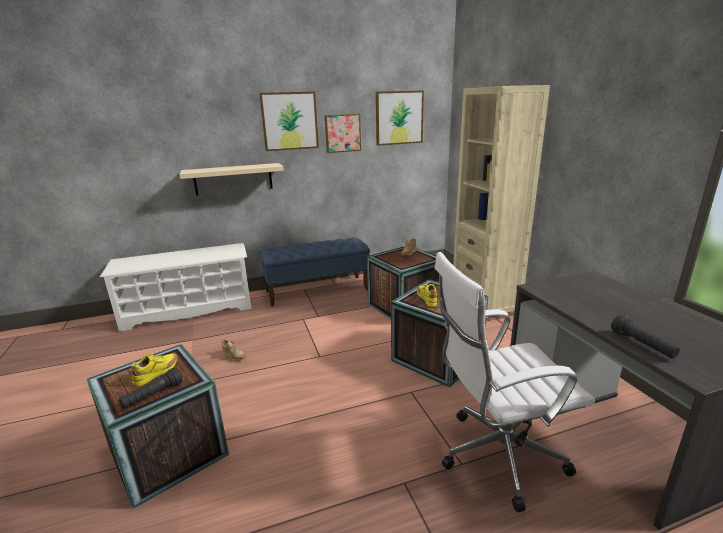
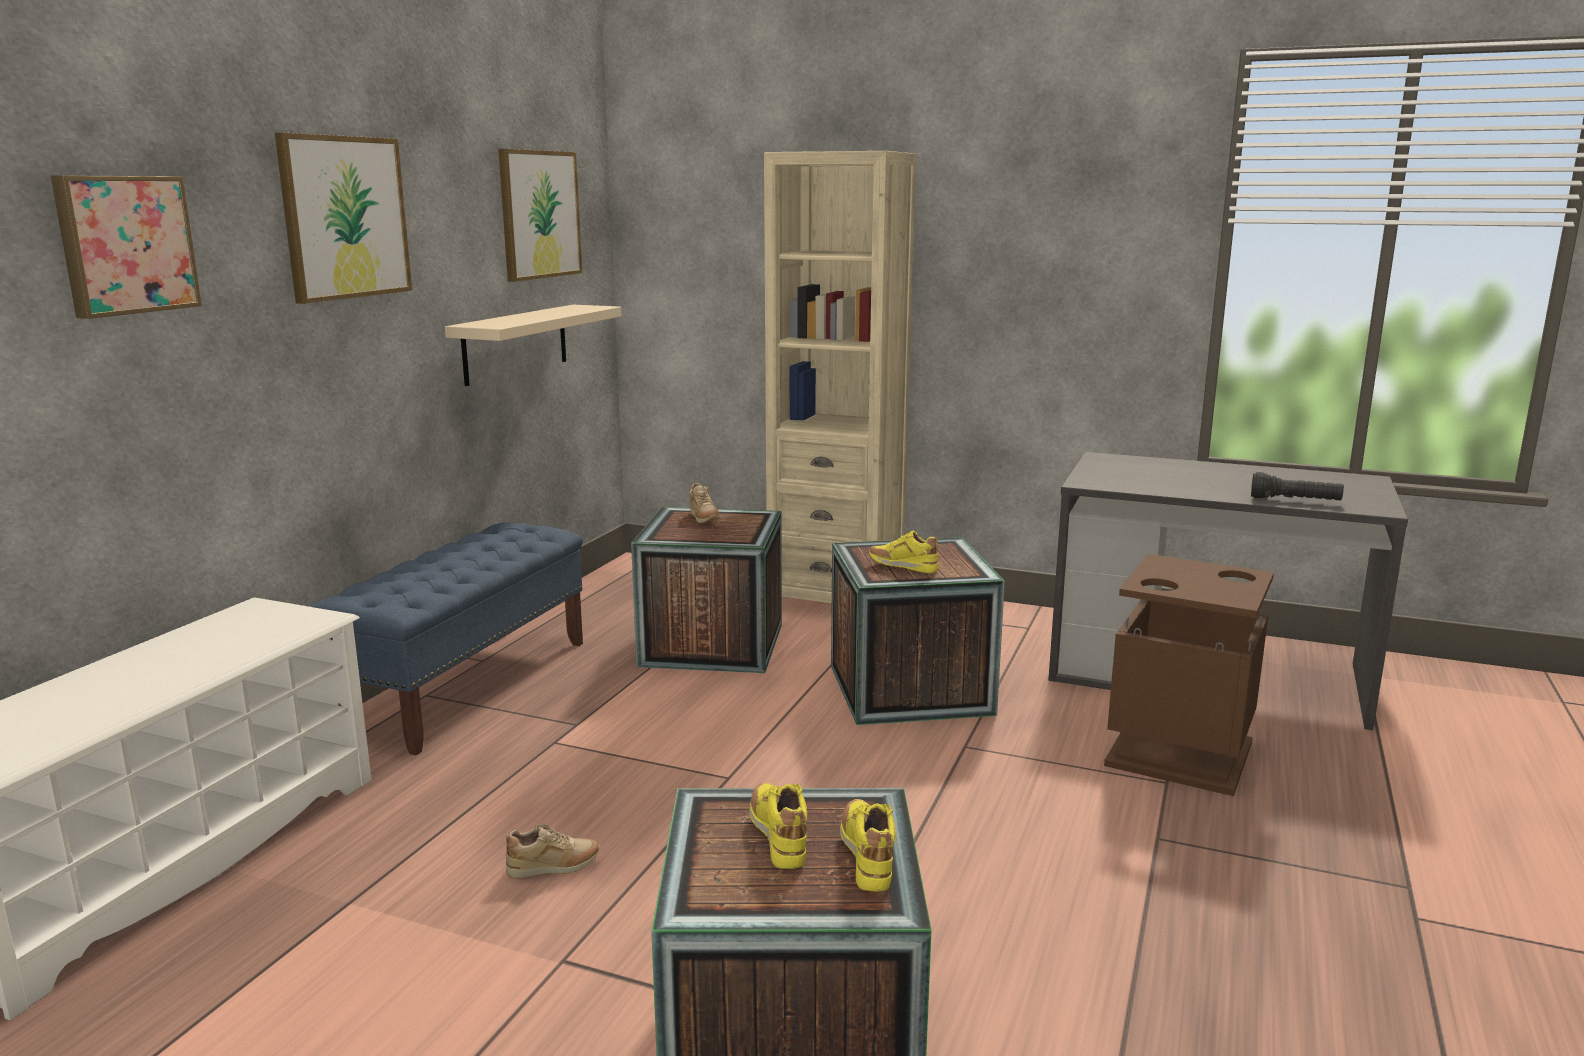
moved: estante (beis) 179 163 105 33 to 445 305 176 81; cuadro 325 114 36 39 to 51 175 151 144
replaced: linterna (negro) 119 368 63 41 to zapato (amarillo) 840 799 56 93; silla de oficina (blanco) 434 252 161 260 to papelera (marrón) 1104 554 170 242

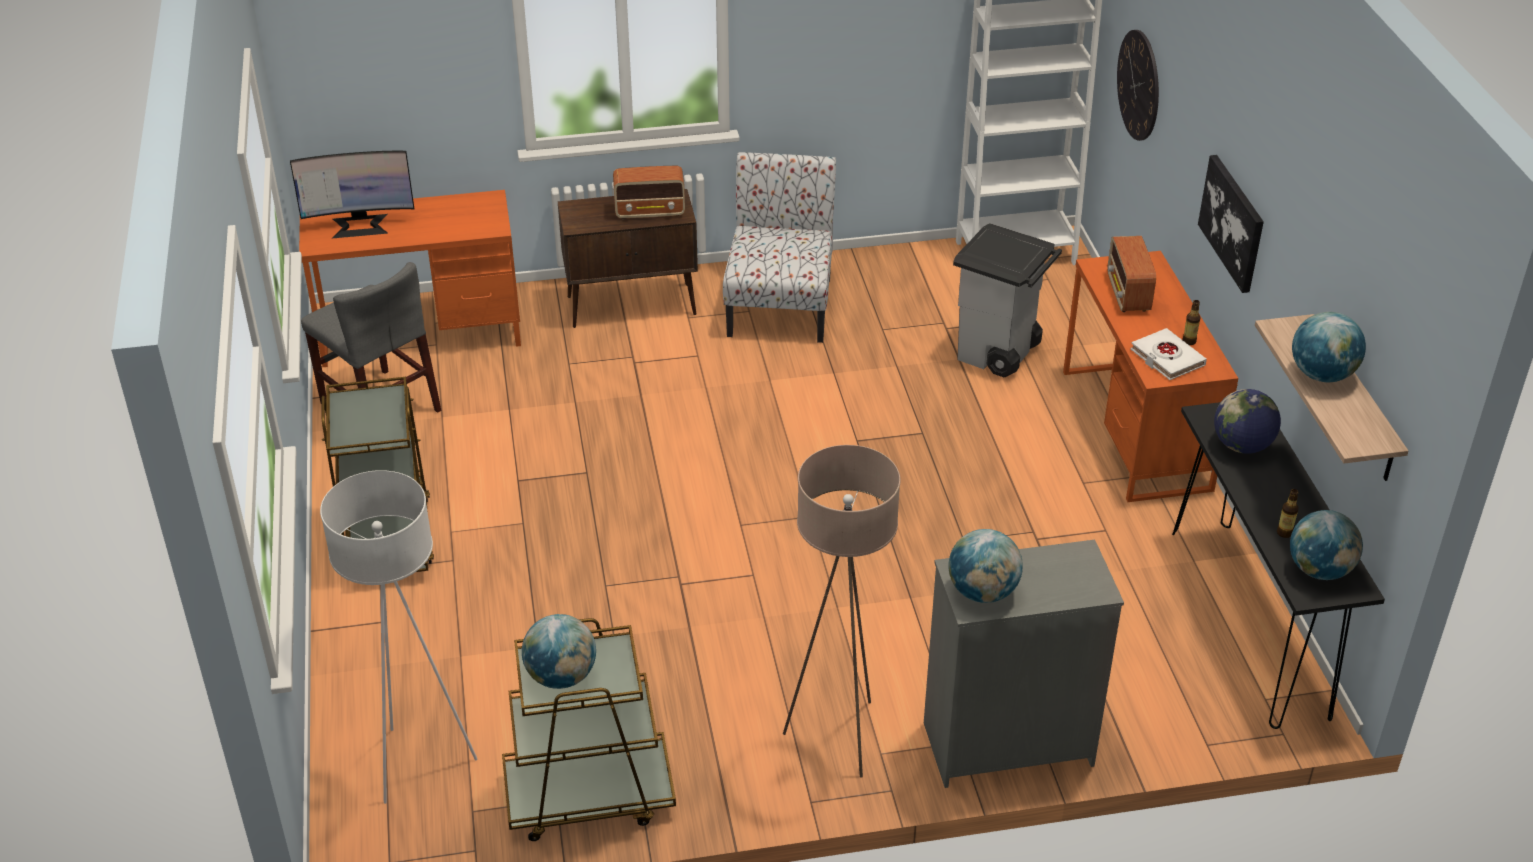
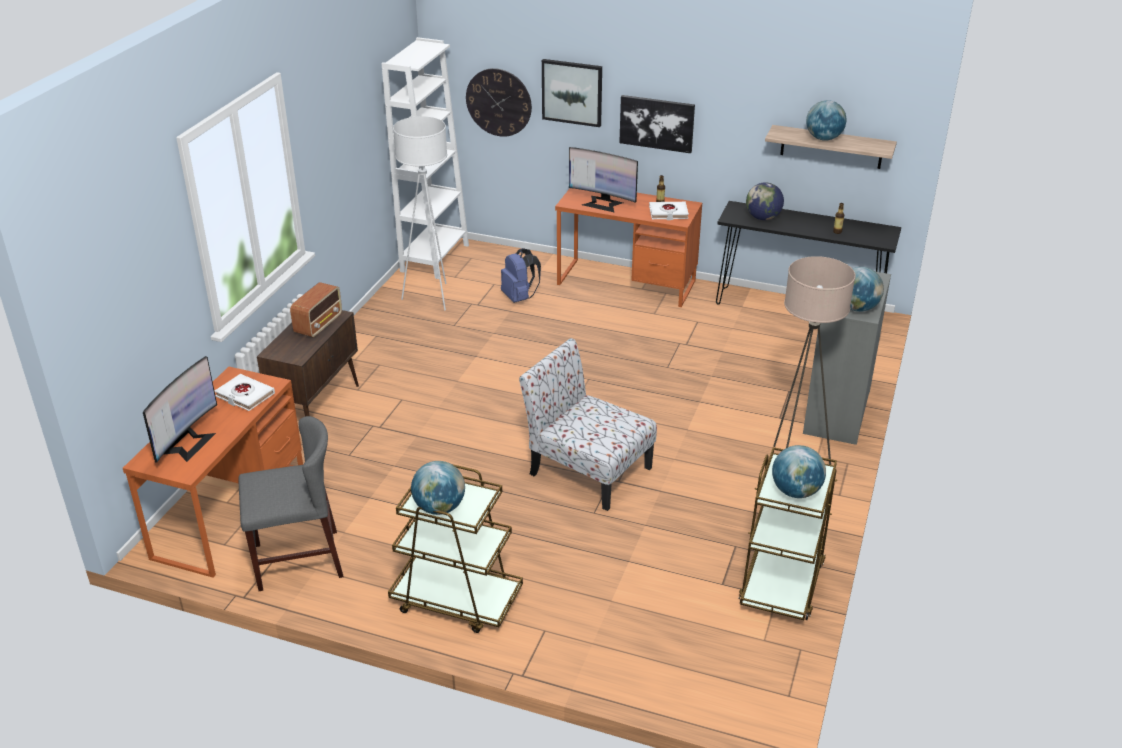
added: libro (blanco) 215 374 60 37; cuadro 542 59 60 68
moved: lámpara de pie (blanco) 320 470 157 334 to 393 116 54 195; silla 723 152 113 191 to 519 338 138 173; globo terráqueo 1290 510 73 70 to 411 461 54 54
replaced: papelera (gris) 953 223 109 154 to mochila (azul) 501 248 40 55; radio 1107 236 49 76 to monitor 569 147 69 65

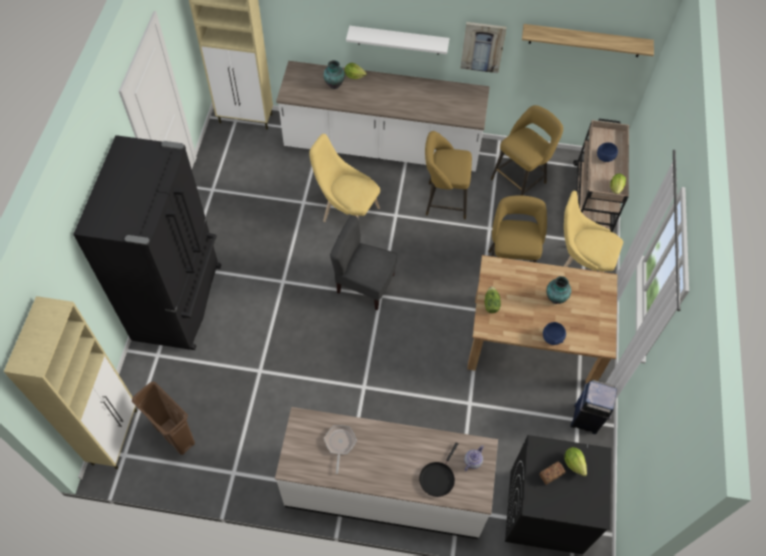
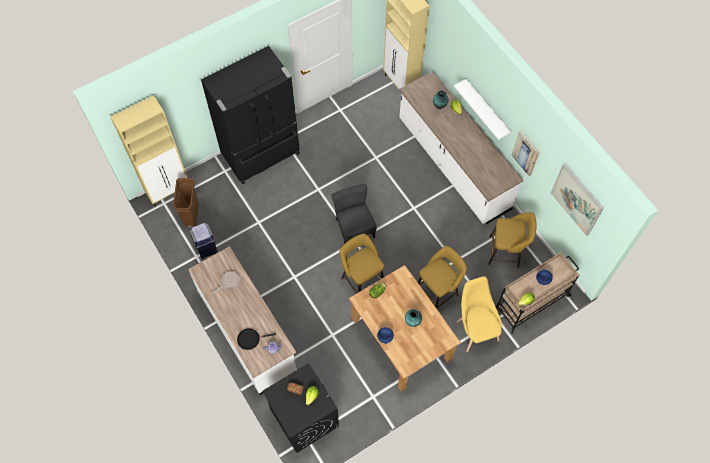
removed: silla (amarillo) 309 134 71 88
moved: taburete (amarillo) 425 131 47 88 to 340 234 44 60; papelera (azul) 570 380 47 54 to 189 222 29 37
replaced: estante 522 24 132 33 to cuadro 551 163 53 73

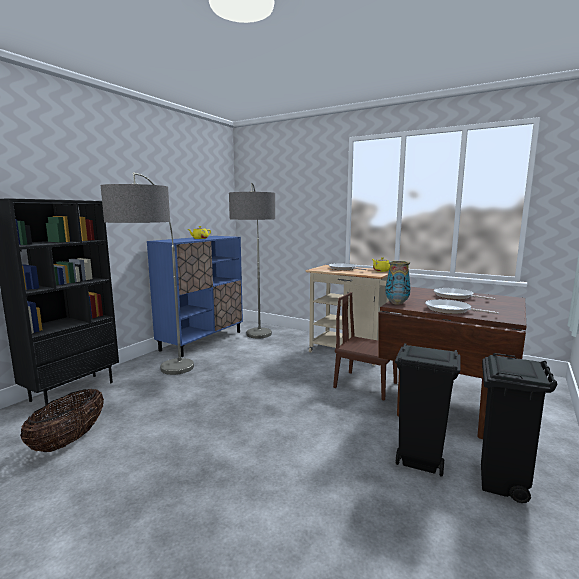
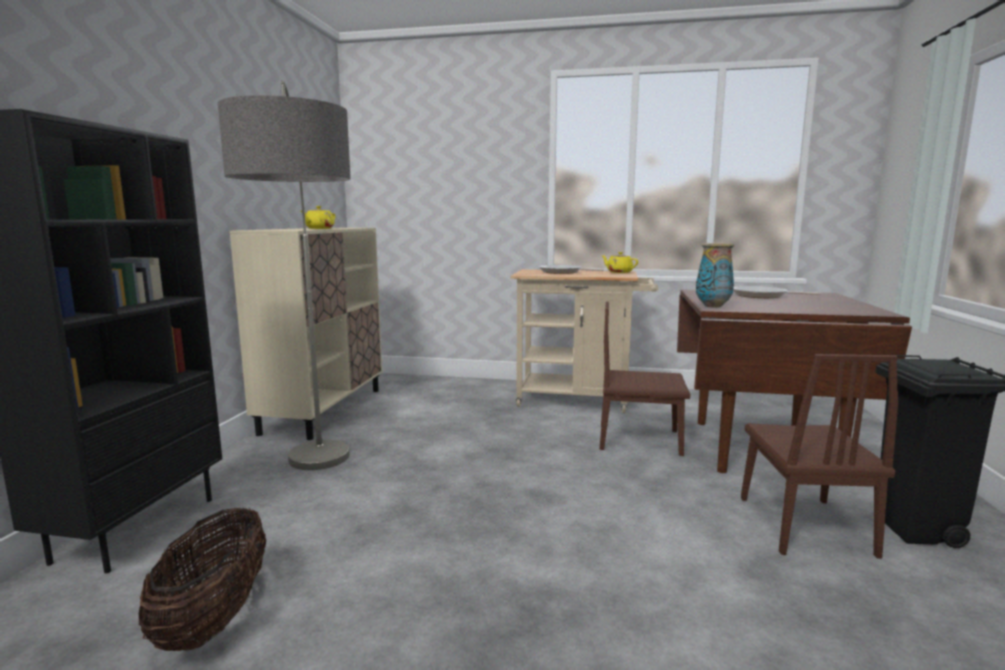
removed: lámpara de pie 229 183 46 155; sartén 425 299 74 15
replaced: papelera (negro) 395 343 65 134 to silla (marrón) 741 354 157 205
recoloured: armario (azul) 147 236 96 121 to armario (beis) 230 228 152 212

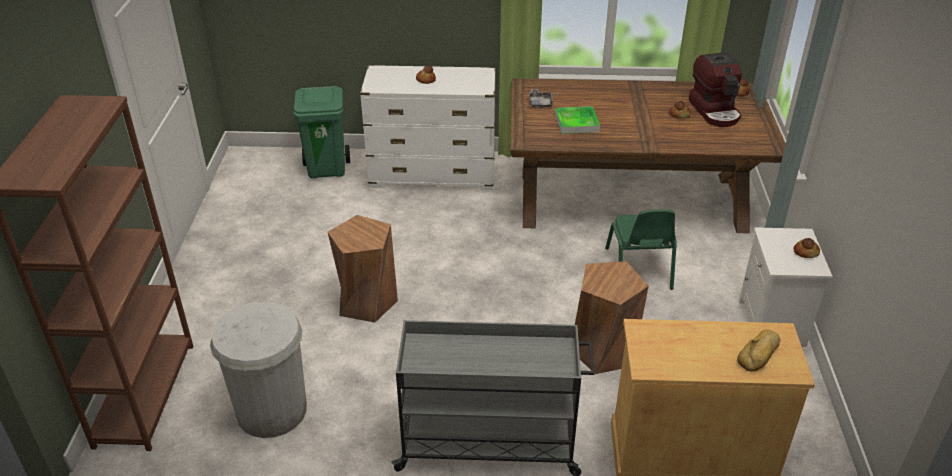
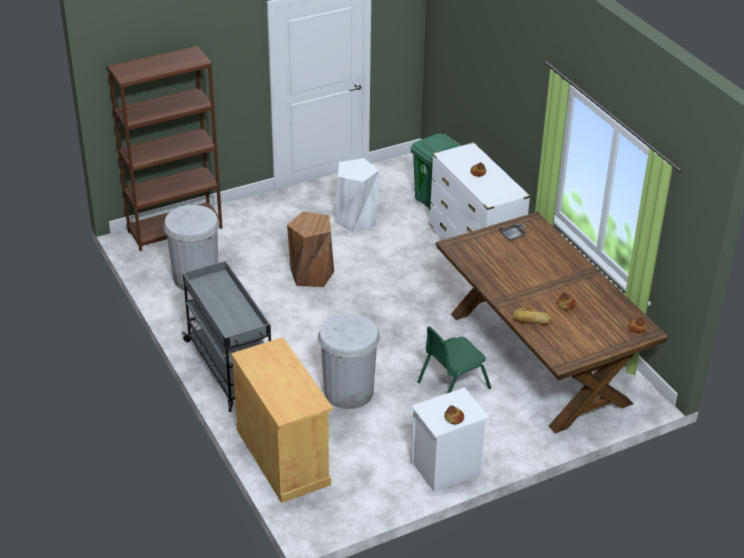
removed: bandeja 555 106 45 28; cafetera 689 52 53 75
added: taburete (blanco) 335 158 44 75
moved: pan 737 329 44 42 to 512 308 39 17
replaced: taburete (marrón) 575 261 74 113 to papelera (blanco) 318 313 62 96

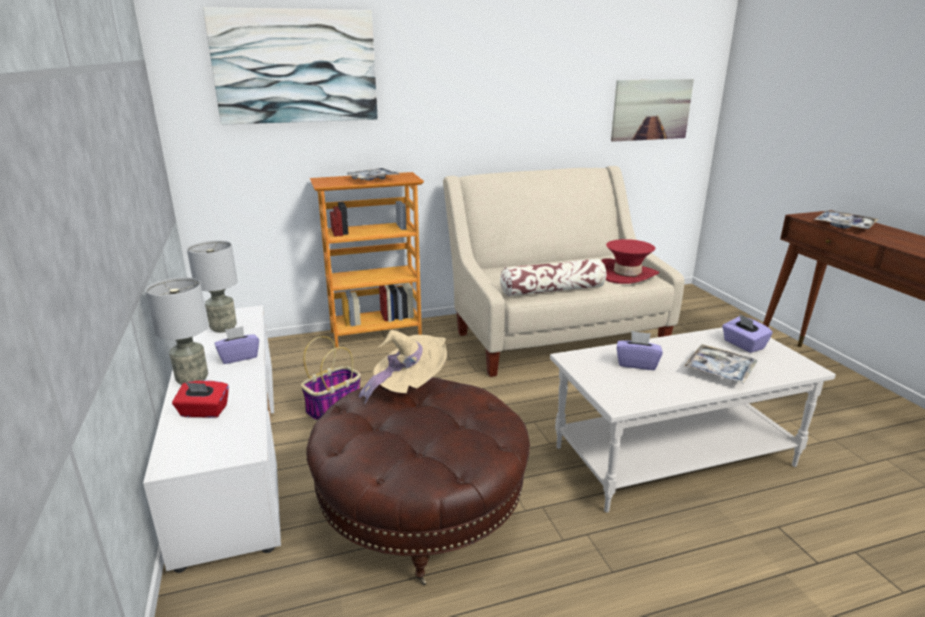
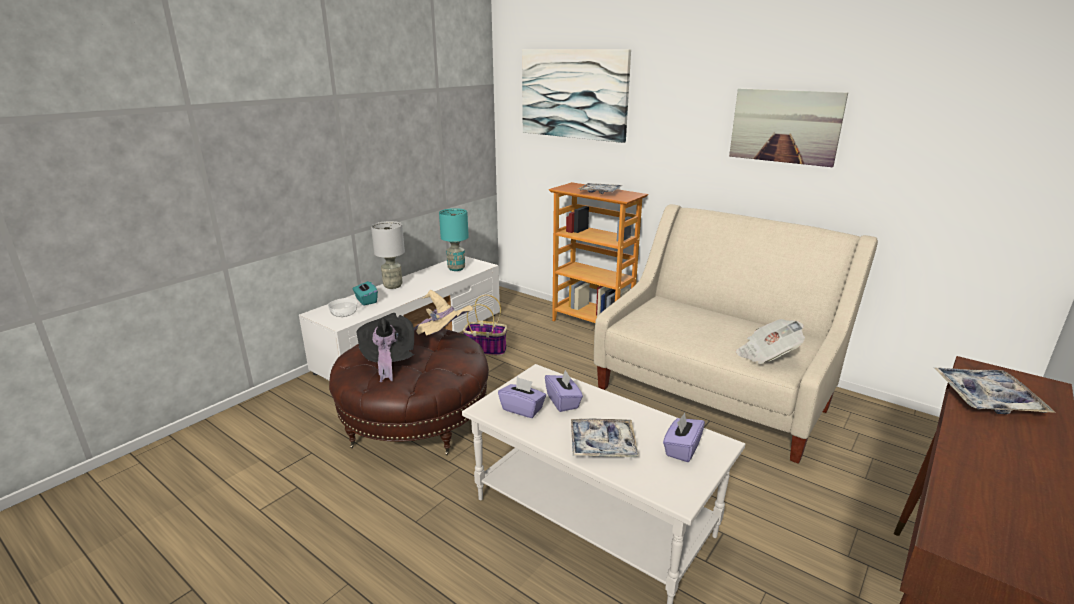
removed: cojín 500 259 107 38
added: cuenco 328 298 29 19; sombrero (negro) 357 313 57 69
moved: caja de pañuelos (morado) 215 326 44 38 to 498 377 48 41; cuadro 611 79 83 63 to 729 88 119 79
replaced: sombrero (rojo) 601 239 58 45 to periódico 736 319 69 45
recoloured: caja de pañuelos (rojo) 172 380 57 38 to caja de pañuelos (turquesa) 353 279 25 27; lámpara de mesa (gris) 187 240 51 93 to lámpara de mesa (turquesa) 439 208 30 63

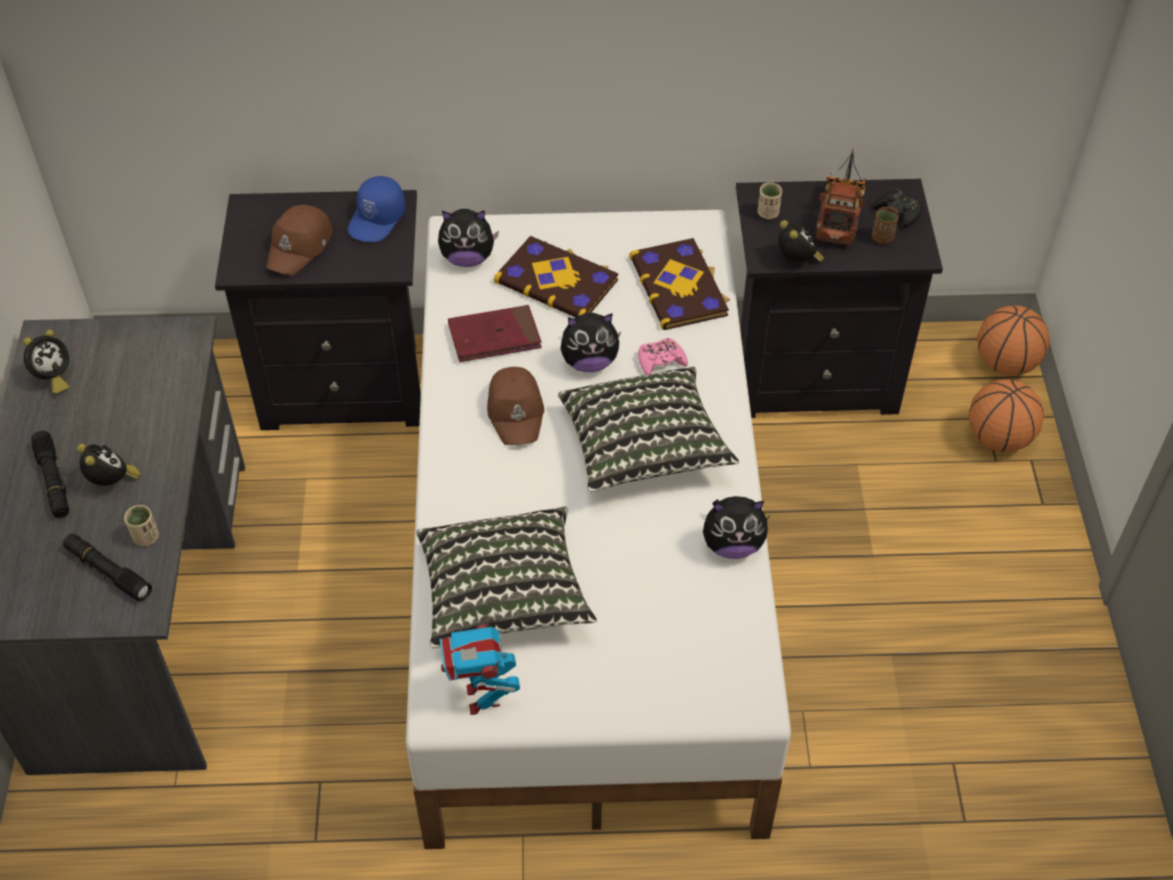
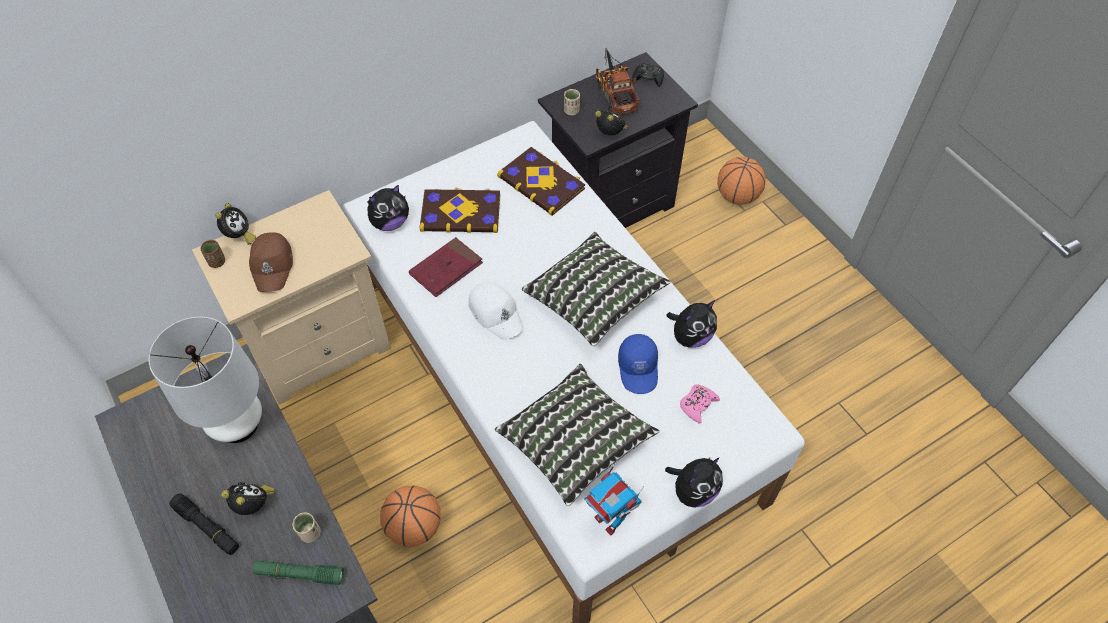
added: lámpara de mesa (blanco) 149 317 113 126
moved: despertador 23 329 47 65 to 215 203 41 42; gorra (azul) 348 176 57 66 to 618 334 40 60; peluche 561 313 60 59 to 665 457 58 51; mando de consola (rosa) 638 338 50 37 to 680 384 40 40; taza (marrón) 872 207 27 37 to 201 240 24 28; balón de baloncesto 977 305 73 71 to 380 485 60 62
recoloured: linterna (negro) 63 534 89 68 to linterna (verde) 253 560 91 25; mesita de noche (negro) 215 190 206 240 to mesita de noche (beis) 192 190 199 215; gorra (marrón) 487 367 57 78 to gorra (blanco) 468 282 56 58

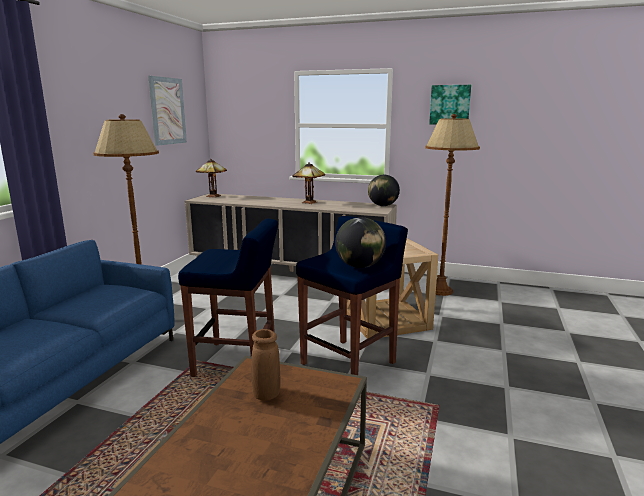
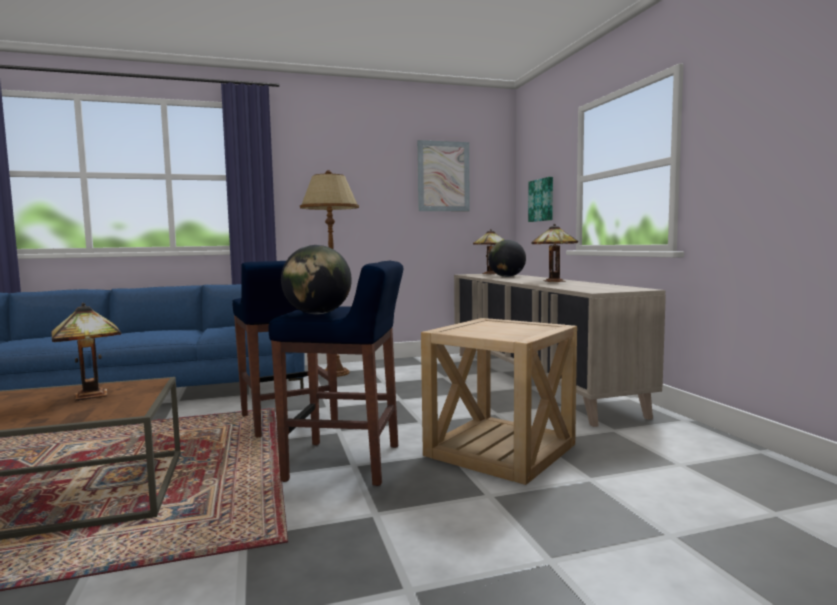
removed: lámpara de pie (marrón) 425 114 55 182
moved: globo terráqueo 368 175 32 31 to 489 240 37 37; cuadro 429 85 42 39 to 528 177 25 45
replaced: florero (marrón) 251 329 30 72 to lámpara de mesa 51 303 70 98

